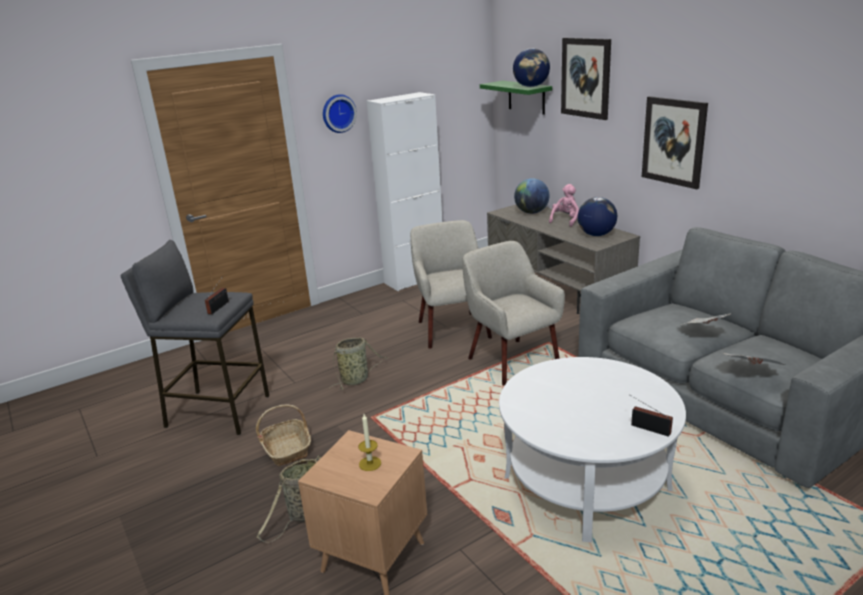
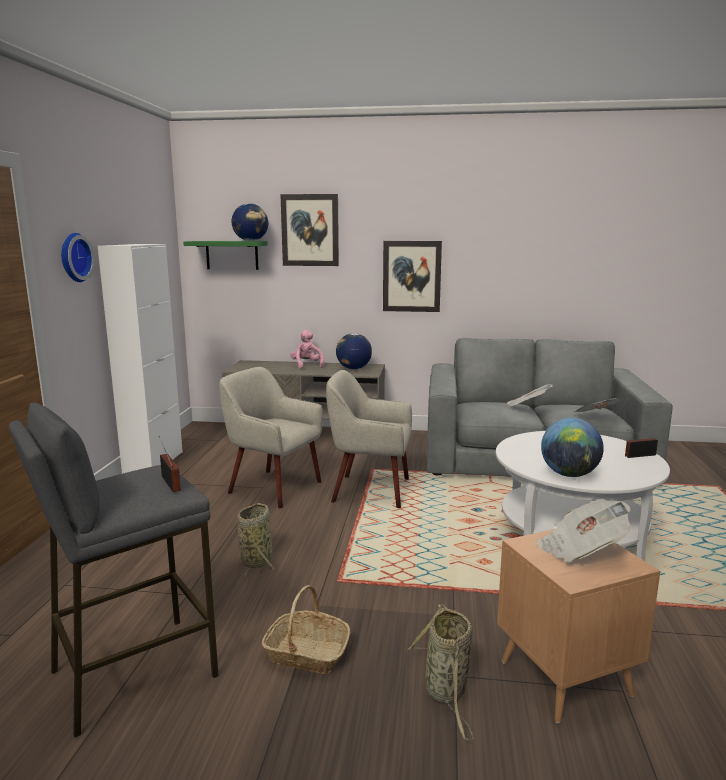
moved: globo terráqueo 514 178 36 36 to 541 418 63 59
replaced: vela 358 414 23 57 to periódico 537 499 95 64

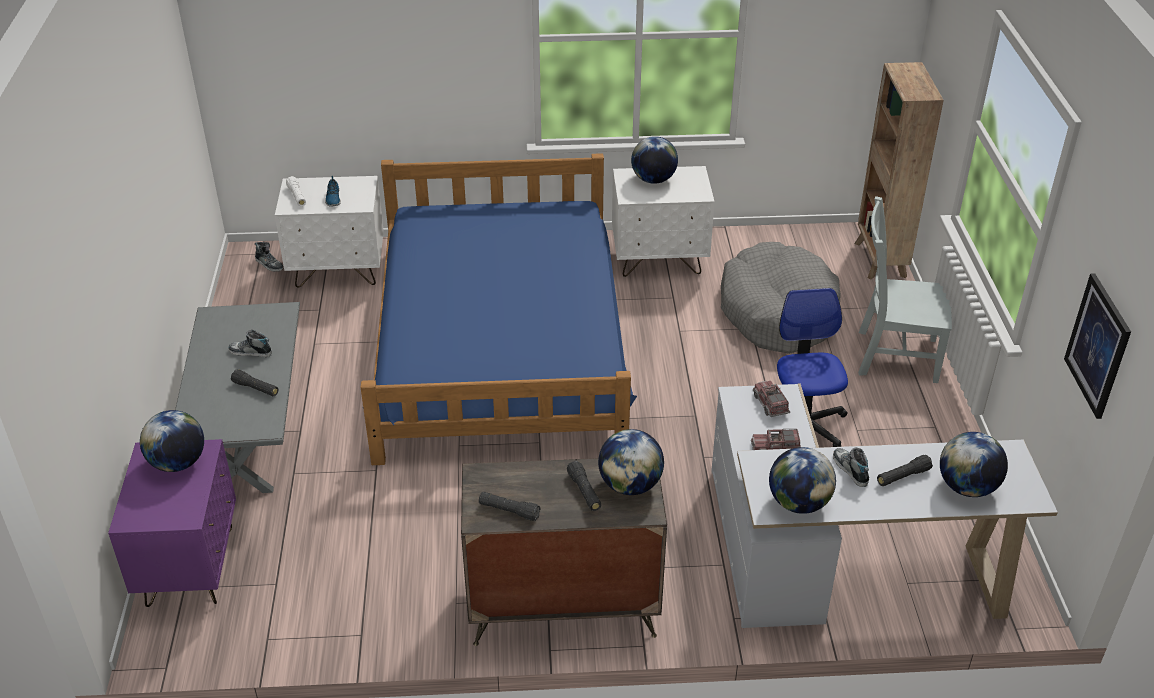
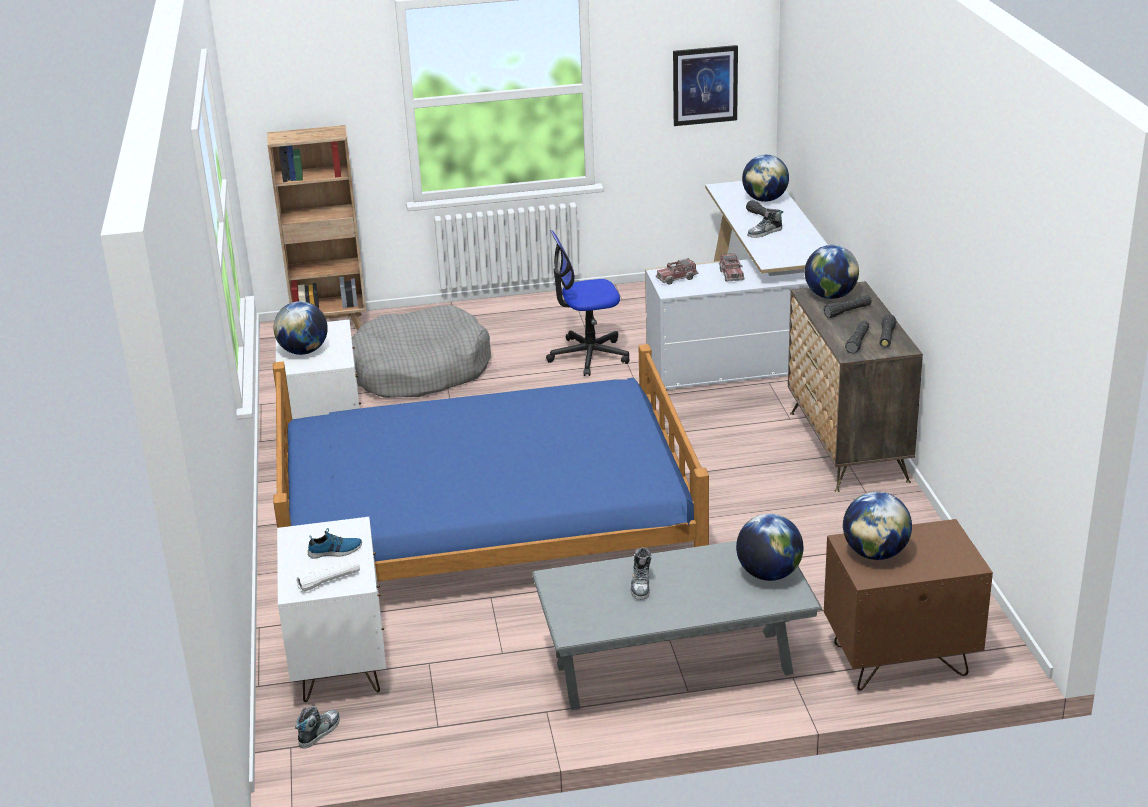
removed: silla (gris) 858 196 94 187
moved: linterna (negro) 231 370 47 26 to 845 321 25 33; globo terráqueo 769 447 67 67 to 736 514 67 67
recoloured: mesita de noche (morado) 108 439 128 168 to mesita de noche (marrón) 824 519 169 172

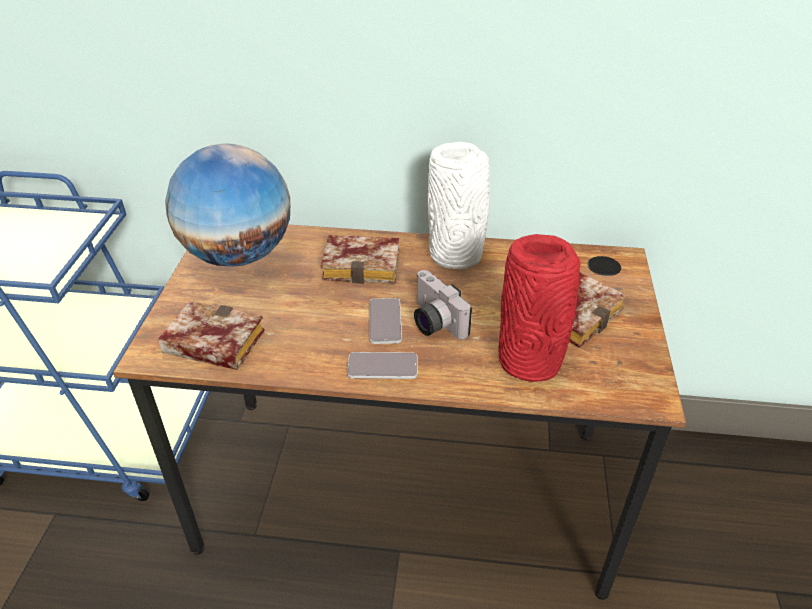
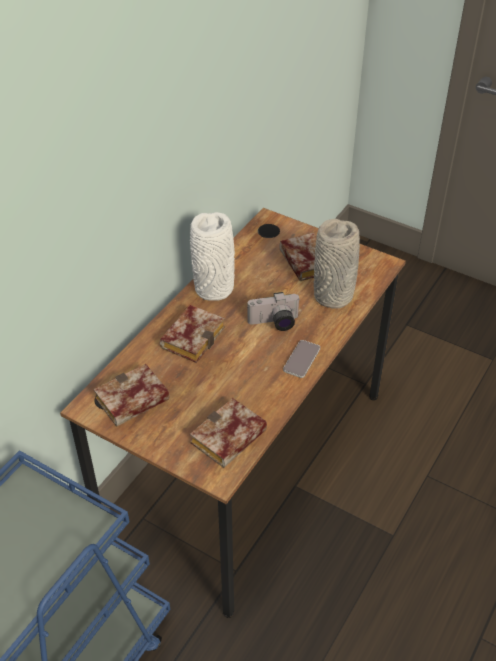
removed: móvil 369 298 33 46
replaced: globo terráqueo 165 144 125 123 to libro 93 364 77 63
recoloured: florero (rojo) 498 234 82 148 to florero (gris) 313 219 47 90

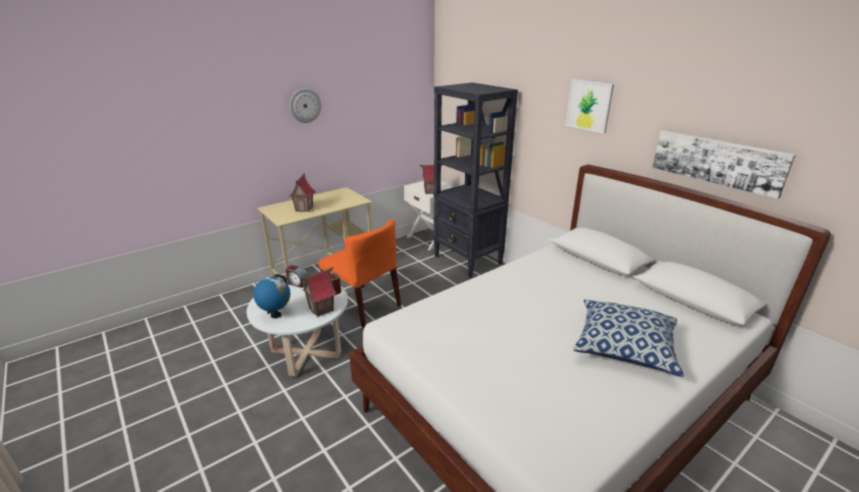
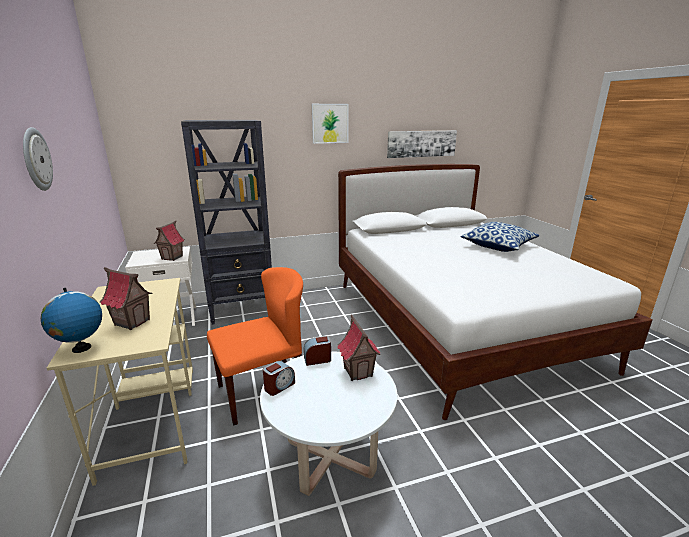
moved: globo terráqueo 254 274 36 44 to 41 288 61 65

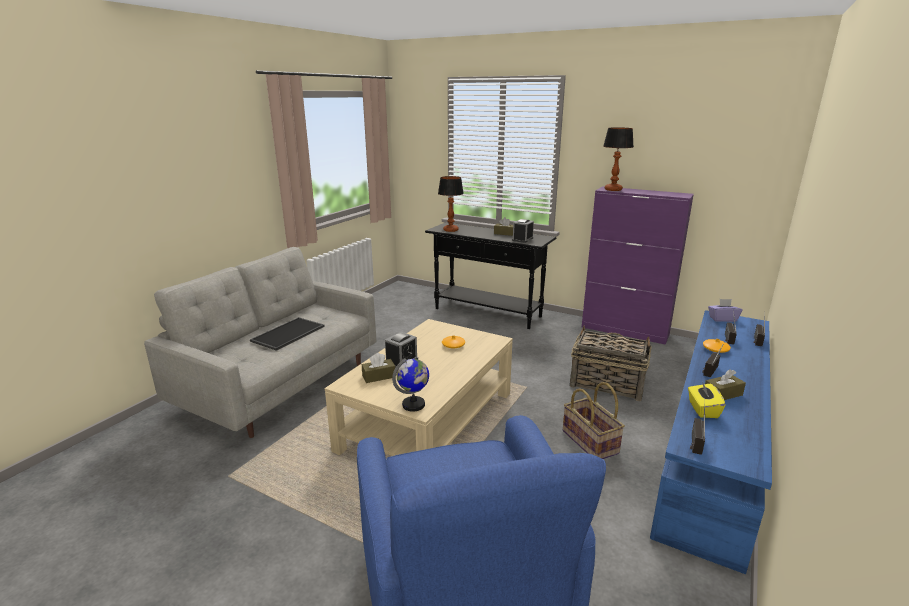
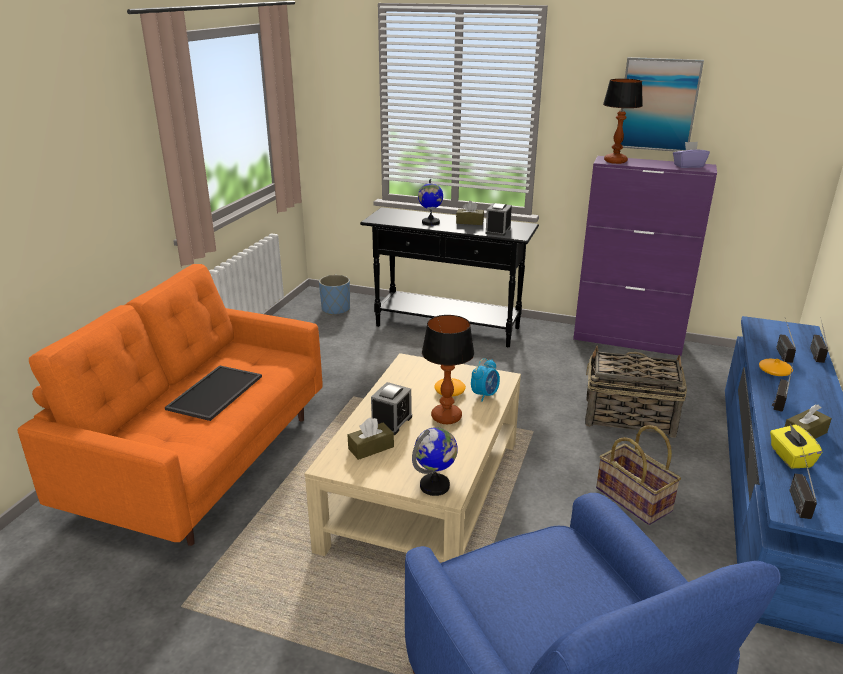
added: maceta (azul) 319 275 31 40; globo terráqueo 418 179 25 47; despertador 471 358 29 44; cuadro 621 57 83 95
moved: lámpara de mesa 438 176 26 56 to 422 315 52 109; caja de pañuelos (morado) 708 299 34 23 to 673 142 37 26
recoloured: sofá (gris) 144 247 232 191 to sofá (naranja) 18 264 305 282

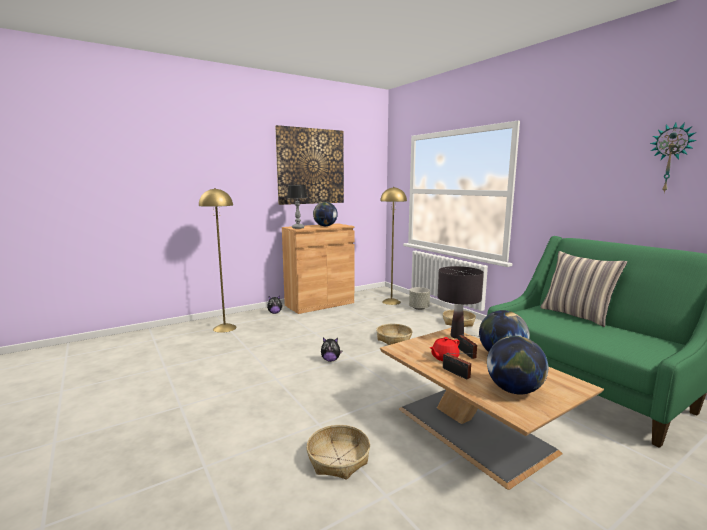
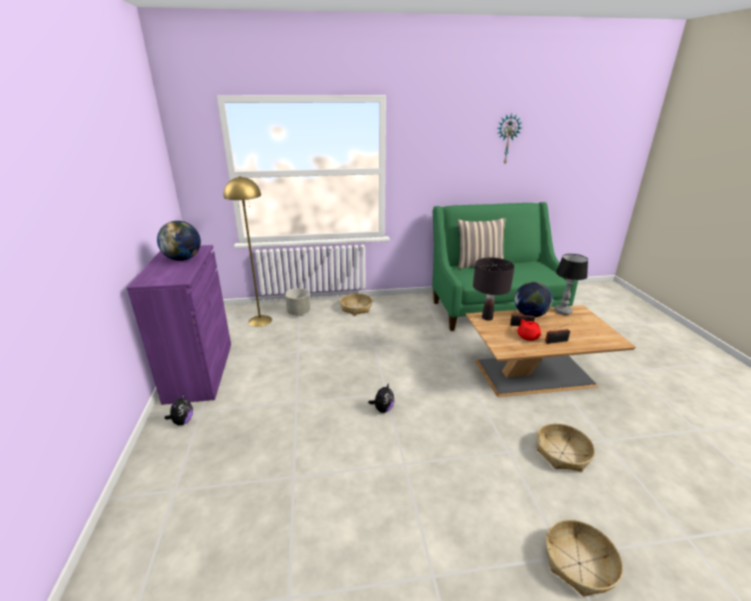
removed: lámpara de pie (amarillo) 199 188 38 145; cuadro 275 125 69 80; globo terráqueo 487 336 61 58
moved: lámpara de mesa 287 185 21 44 to 554 254 34 61; cesta 376 324 36 21 to 546 520 77 77
recoloured: armario (marrón) 282 223 72 91 to armario (morado) 127 245 104 160

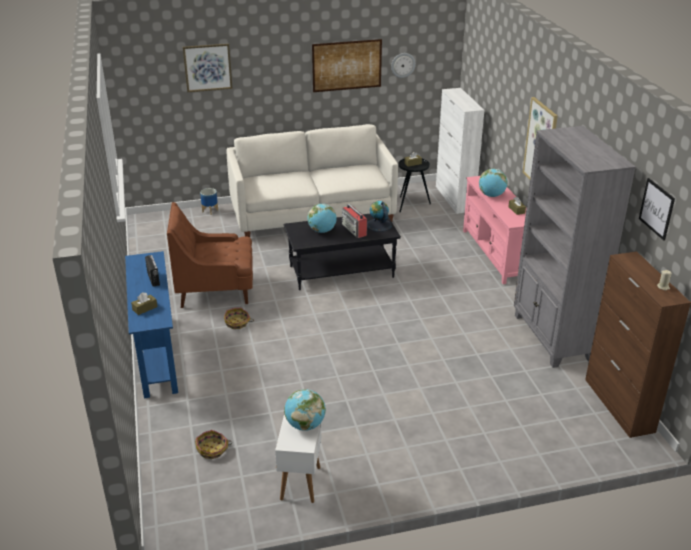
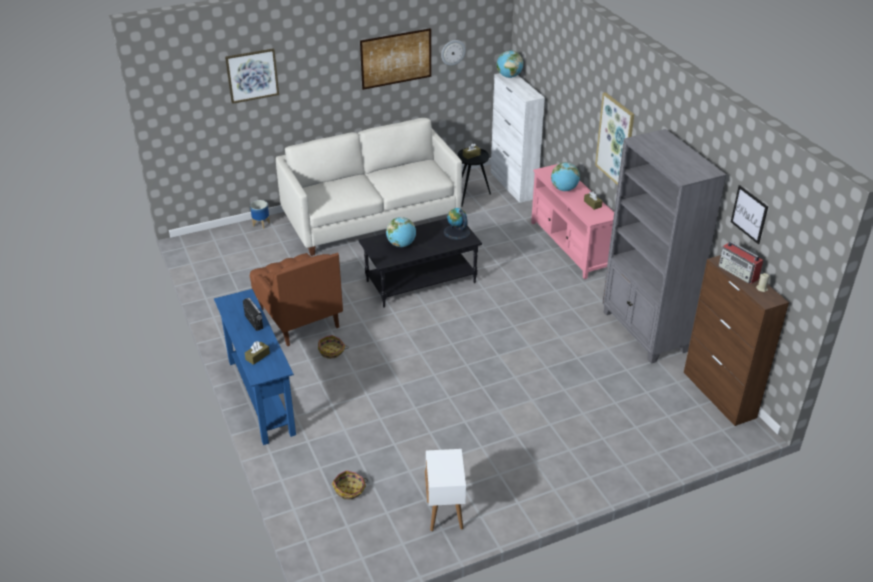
moved: globo terráqueo 284 389 42 42 to 496 50 27 28; radio 341 204 26 34 to 719 241 45 43
turned: sillón (marrón) 167 202 86 106 = 250 253 93 93 105 degrees counterclockwise

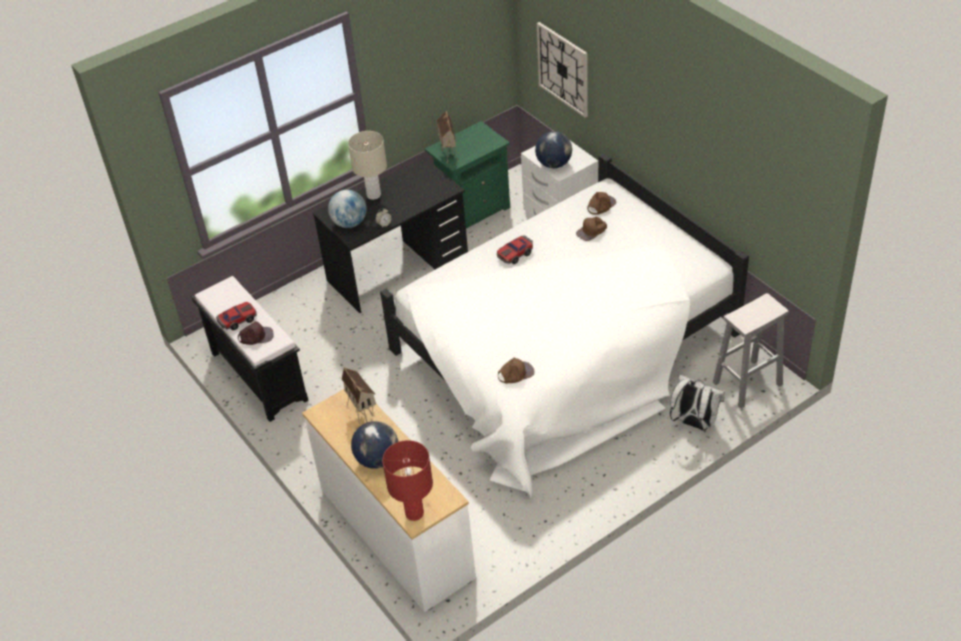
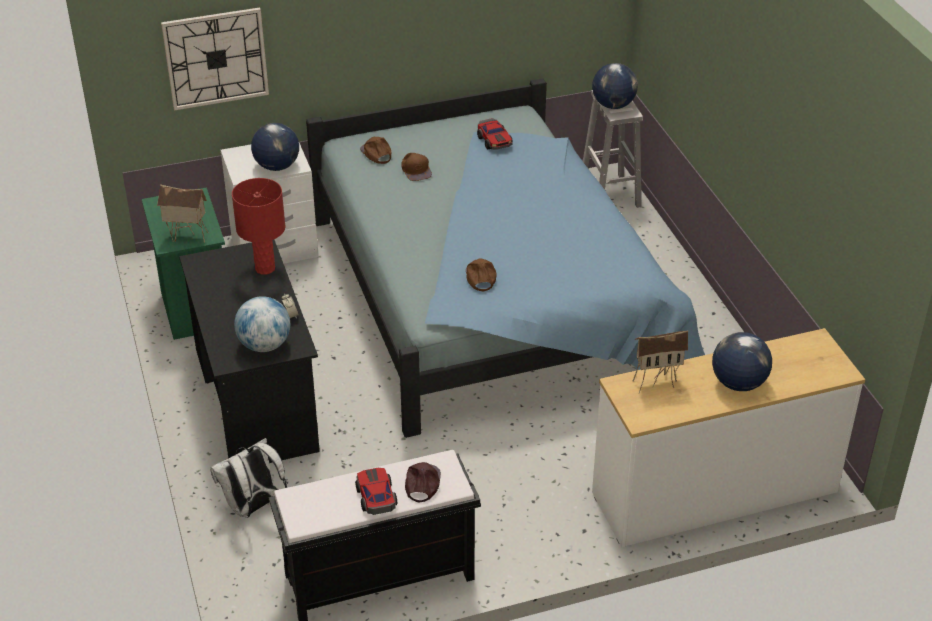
removed: lámpara de mesa (beis) 348 131 39 69
added: globo terráqueo 592 63 46 46
moved: lámpara de mesa (rojo) 382 440 51 81 to 232 178 53 97; coche de juguete 497 235 36 29 to 477 118 36 31; gorra (marrón) 498 358 37 25 to 466 258 31 33; mochila (blanco) 670 375 54 56 to 210 438 77 80
recoloured: cama (blanco) 380 153 369 345 to cama (azul) 306 78 399 360

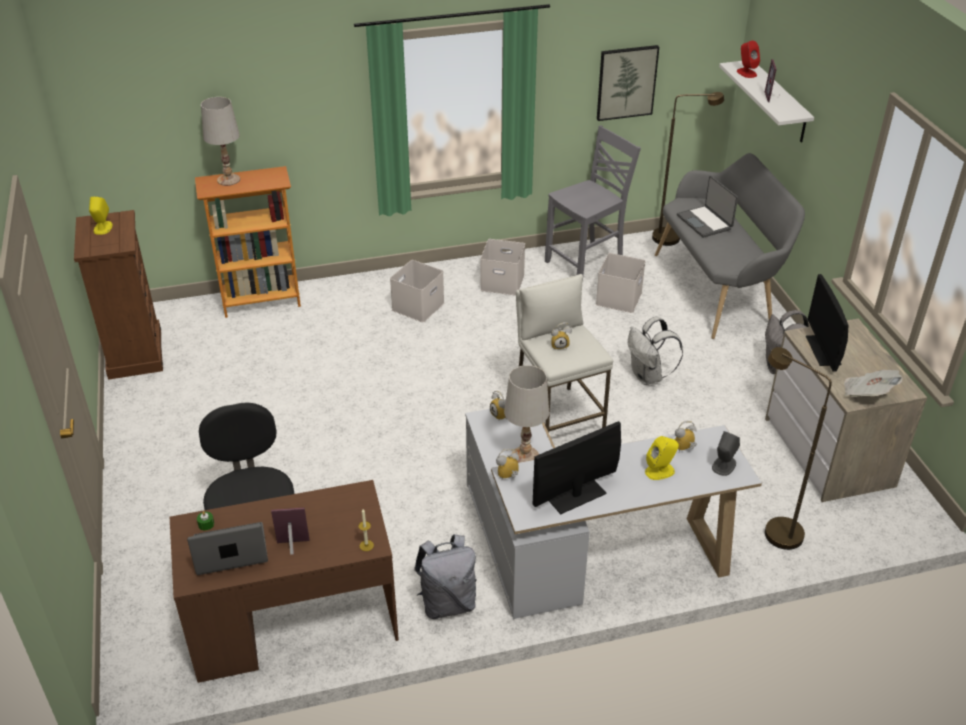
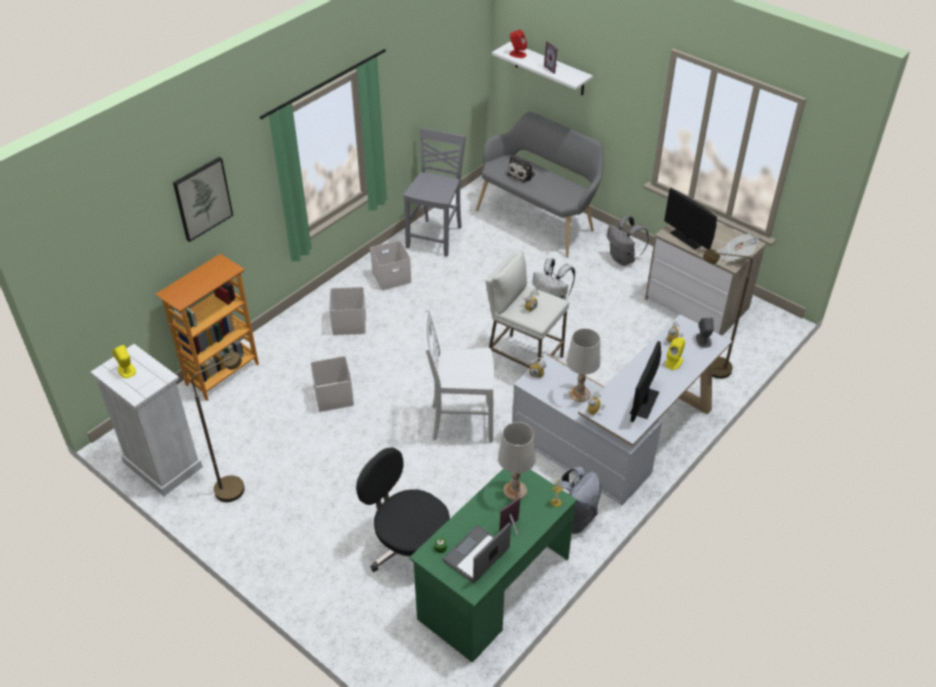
added: silla (blanco) 424 309 70 133
moved: lámpara de mesa (blanco) 201 97 39 89 to 498 422 38 78; caja de almacenaje (blanco) 596 253 50 60 to 310 356 44 56; cuadro 597 45 62 76 to 173 157 60 85; lámpara de pie (marrón) 652 92 72 154 to 192 352 53 150
replaced: portátil 677 176 61 62 to peluche 507 156 28 26
recoloured: cómoda (marrón) 74 210 89 170 to cómoda (blanco) 90 344 113 152; escritorio (marrón) 170 480 229 203 to escritorio (verde) 409 469 168 194

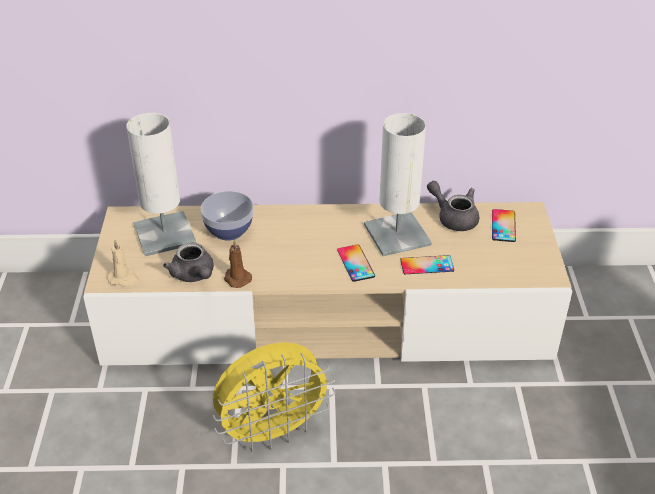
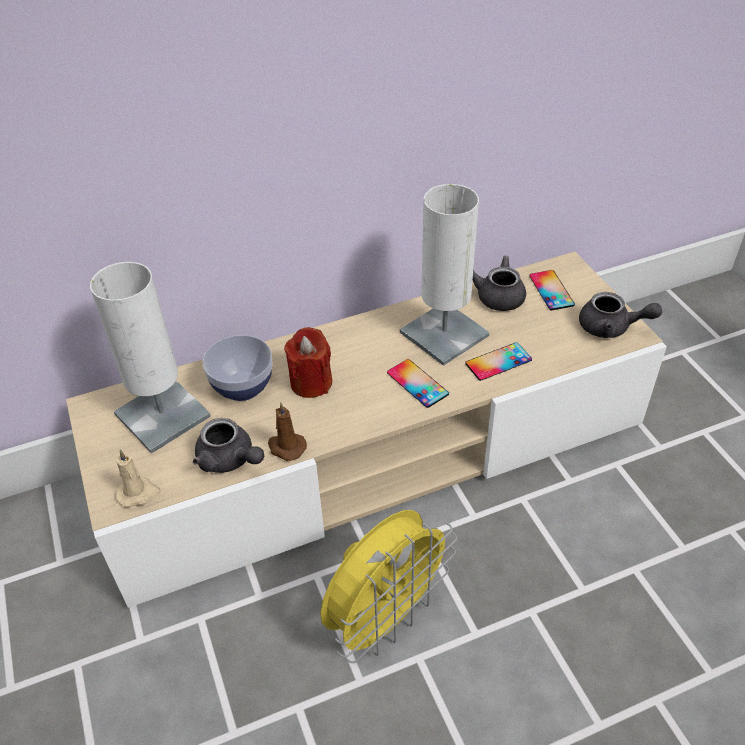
added: vela (rojo) 284 327 48 71; tetera (gris) 579 292 83 46

